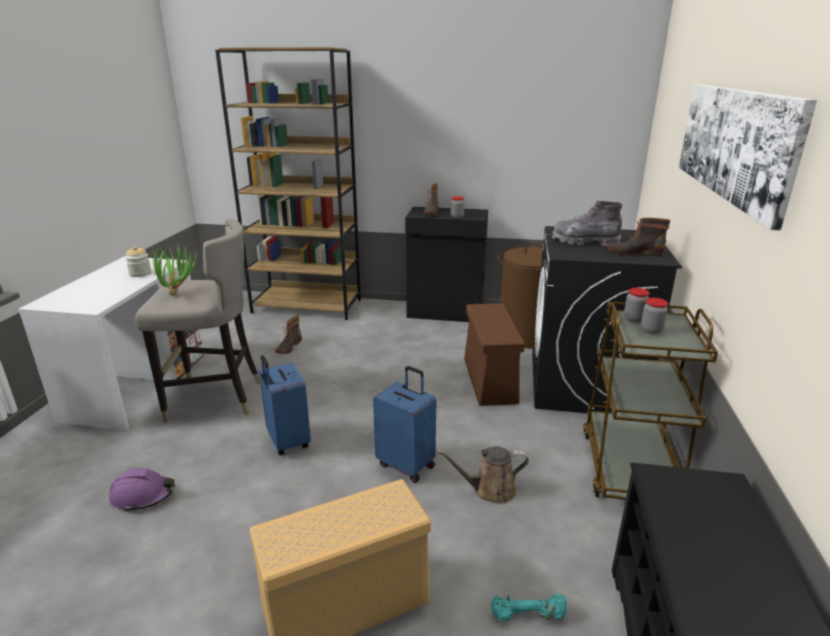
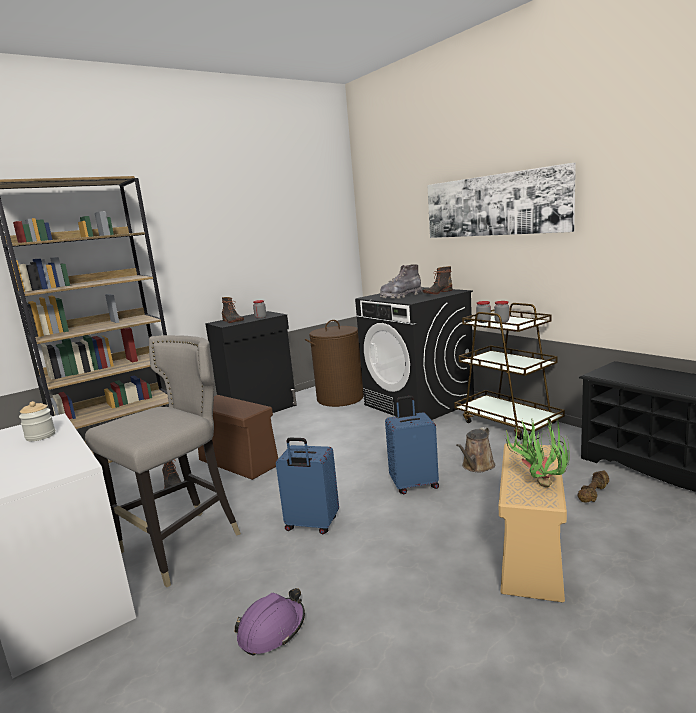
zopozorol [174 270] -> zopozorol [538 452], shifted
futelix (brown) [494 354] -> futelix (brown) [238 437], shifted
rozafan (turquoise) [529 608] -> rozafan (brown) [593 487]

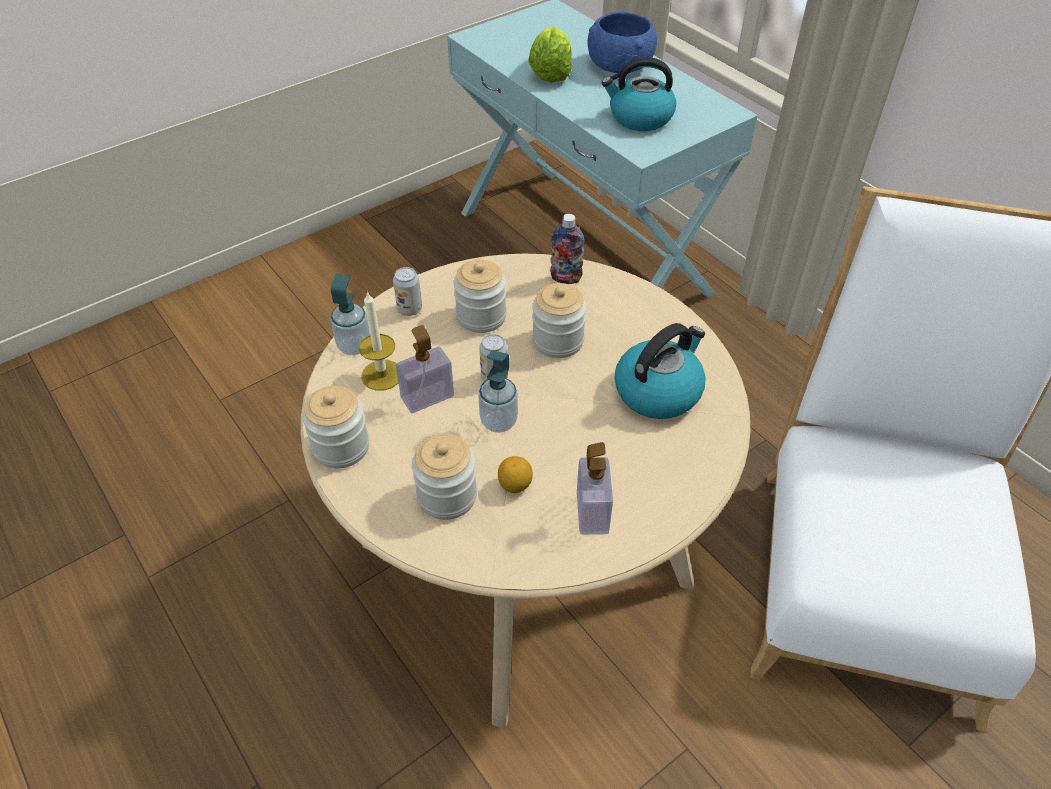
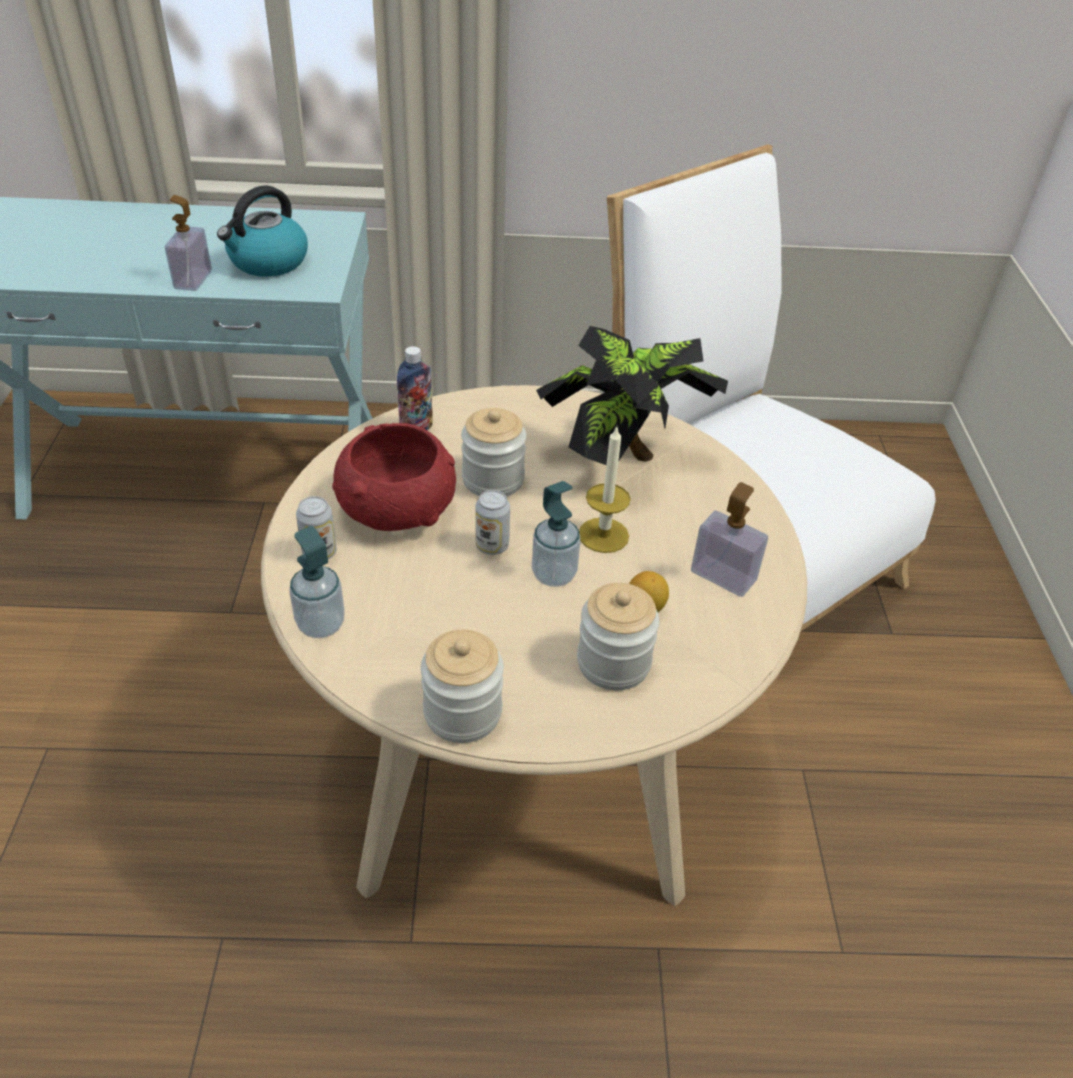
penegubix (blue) [622 42] -> none
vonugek [550 54] -> none
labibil [480 296] -> penegubix (red) [394 477]
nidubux [379 341] -> nidubux [605 489], shifted
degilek [660 371] -> zopozorol [632 395]
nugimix [425 369] -> nugimix [188 243], shifted

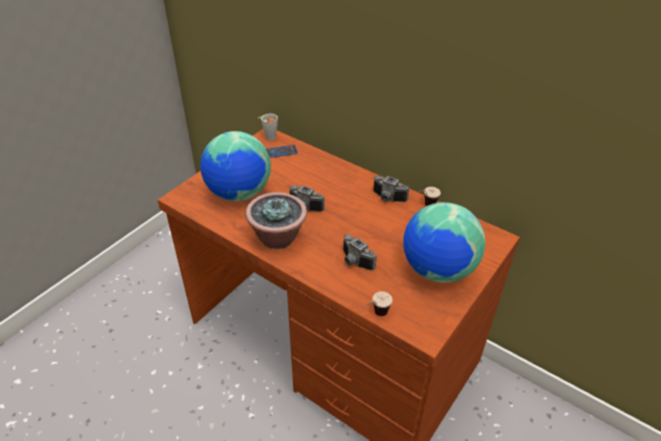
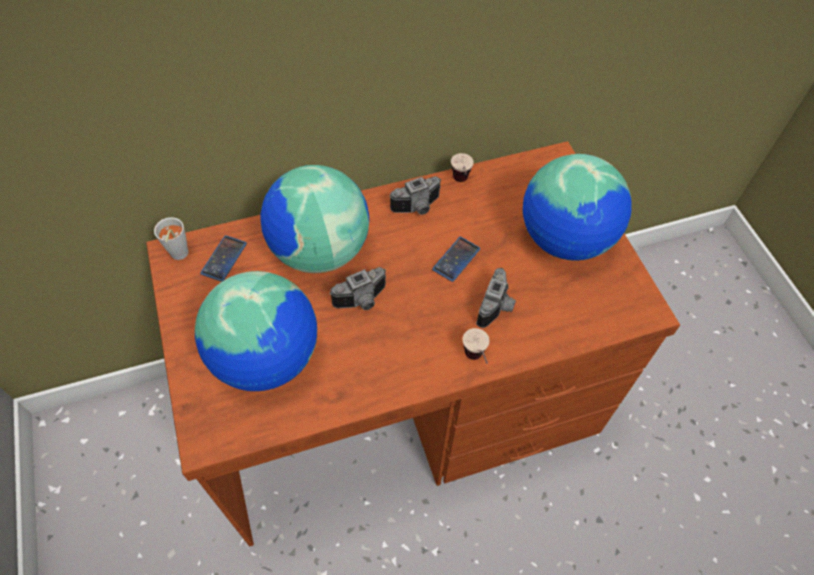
zopozorol [276 220] -> none
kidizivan [360 253] -> kidizivan [496 298], 60 degrees counterclockwise
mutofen [379 303] -> mutofen [476 346], shifted
none -> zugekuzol [314 219]
none -> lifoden [456 259]

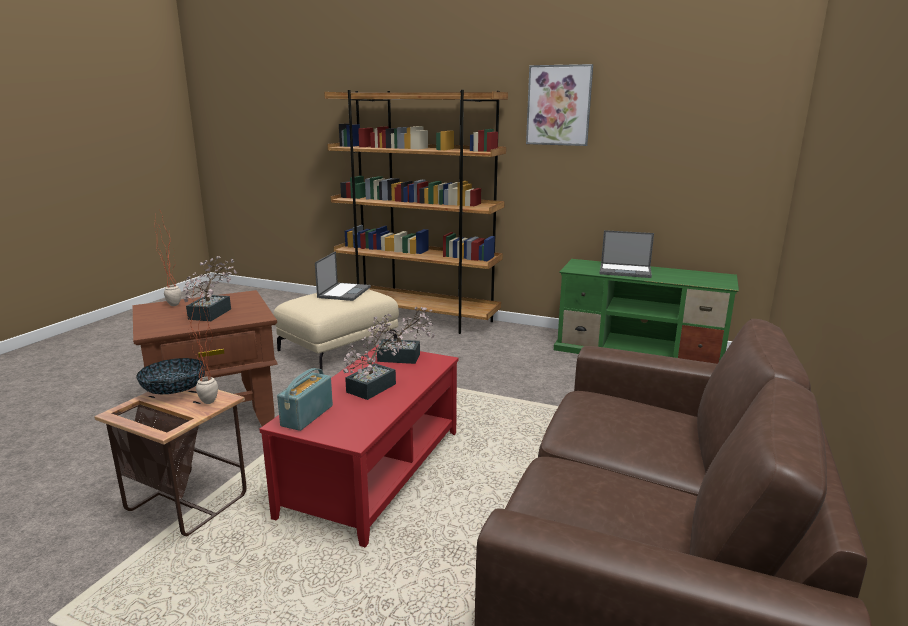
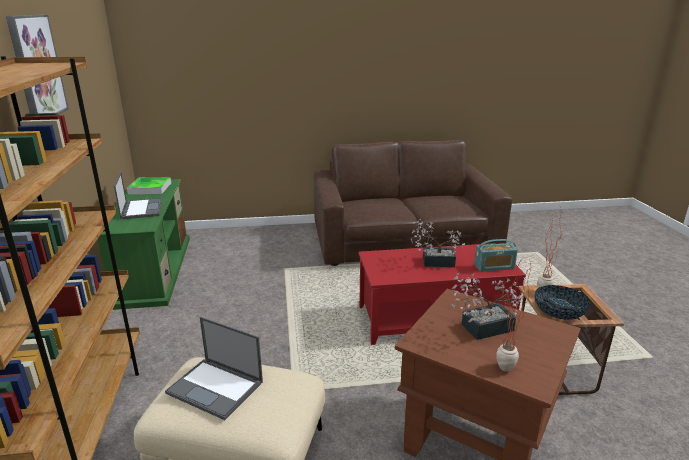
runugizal [343 276] -> runugizal [214 368], 135 degrees counterclockwise
zopozorol [401 335] -> none
none -> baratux [149 186]

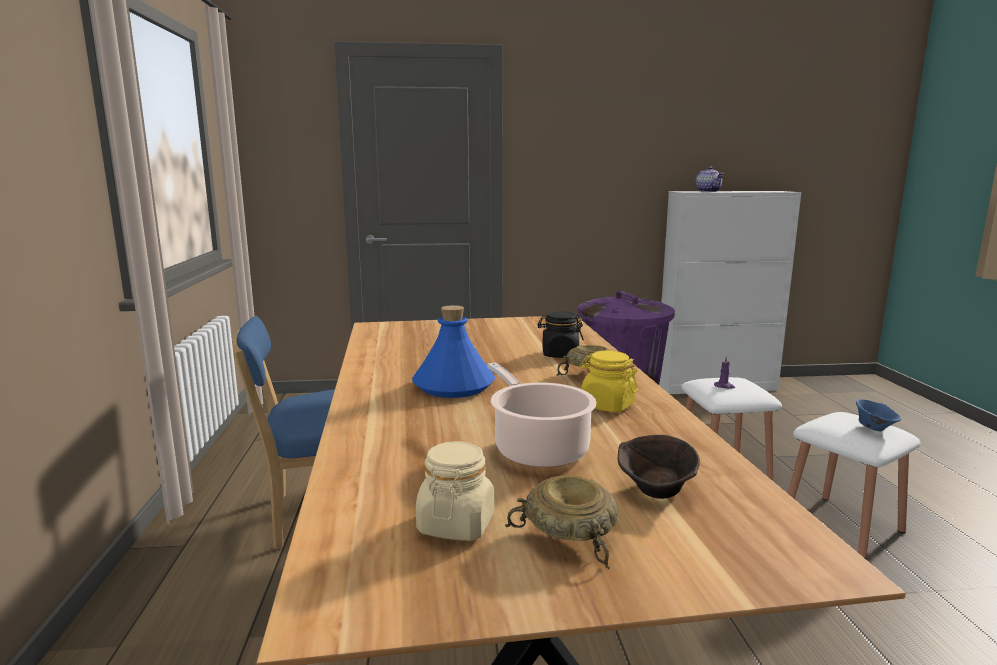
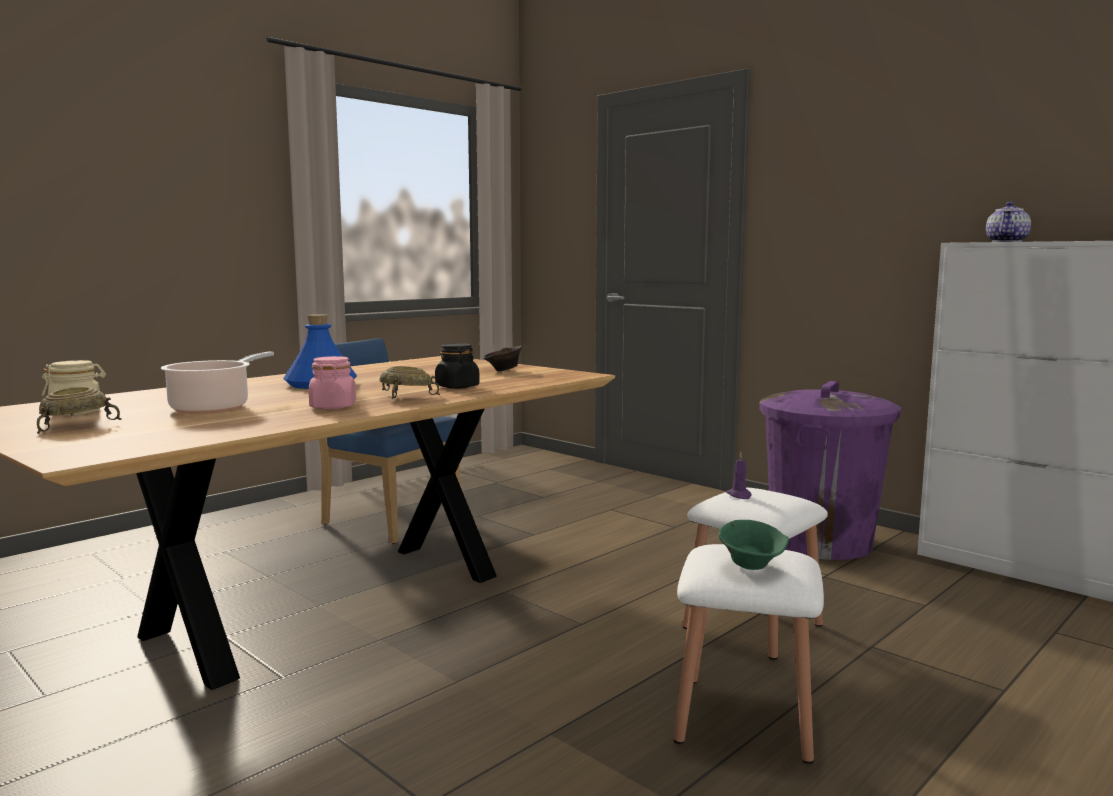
labibil (yellow) [609 381] -> labibil (pink) [332 382]
penegubix (blue) [878 415] -> penegubix (green) [754 545]
penegubix (brown) [659 467] -> penegubix (brown) [502 359], shifted

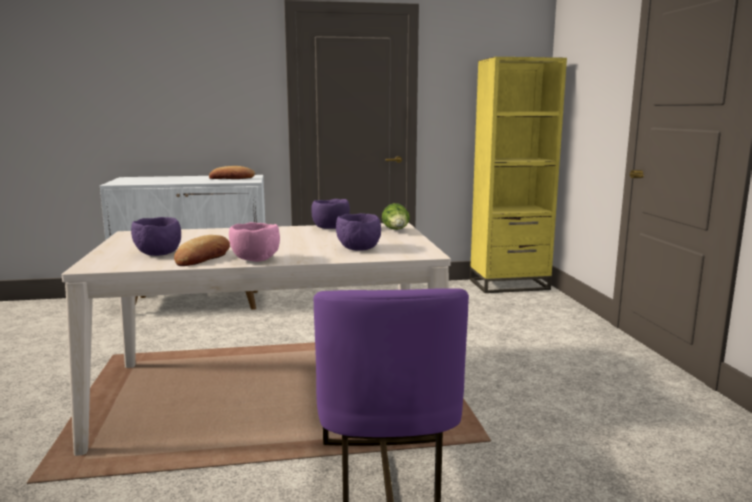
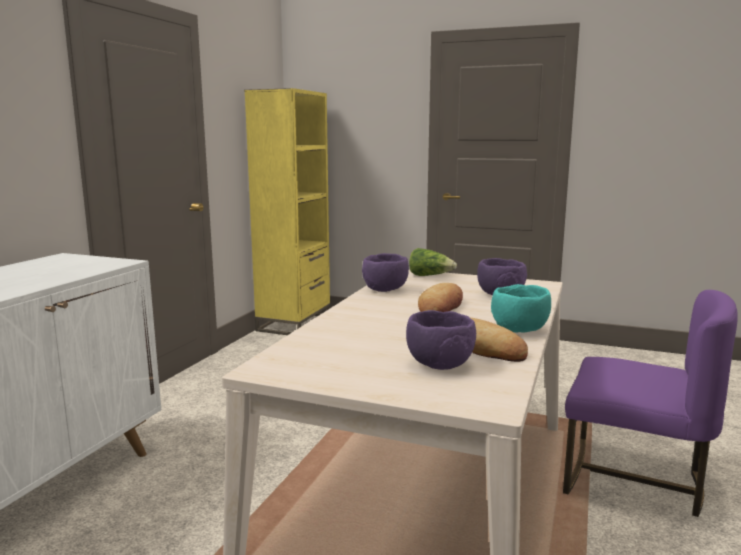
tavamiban [232 172] -> tavamiban [440 297], shifted
penegubix (pink) [254 242] -> penegubix (turquoise) [521 308]

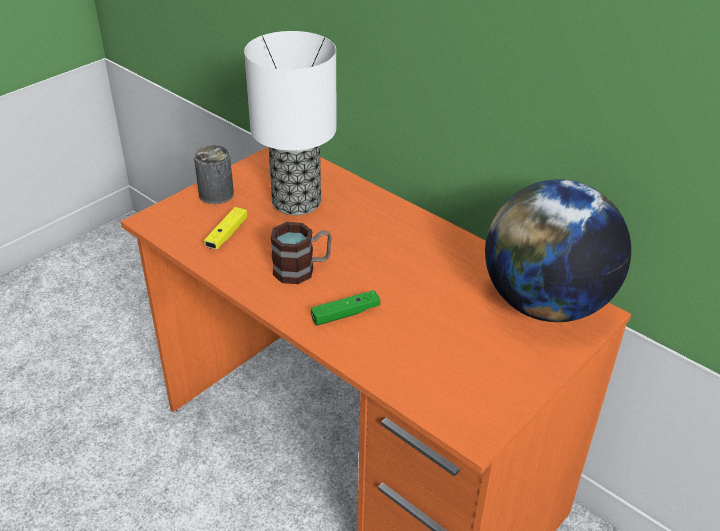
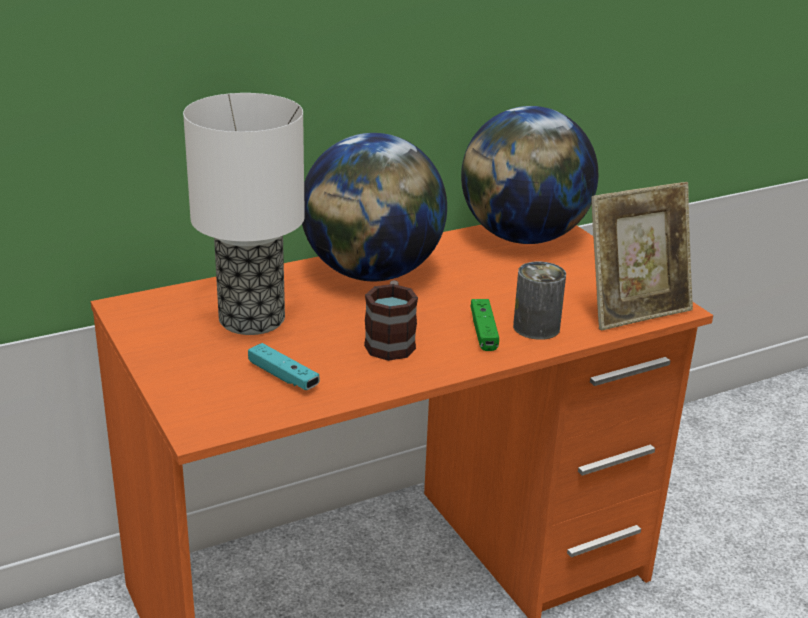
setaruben [214 174] -> setaruben [539 301], shifted
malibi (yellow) [225 228] -> malibi (turquoise) [284 366]
none -> zugekuzol [374 207]
none -> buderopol [642 256]

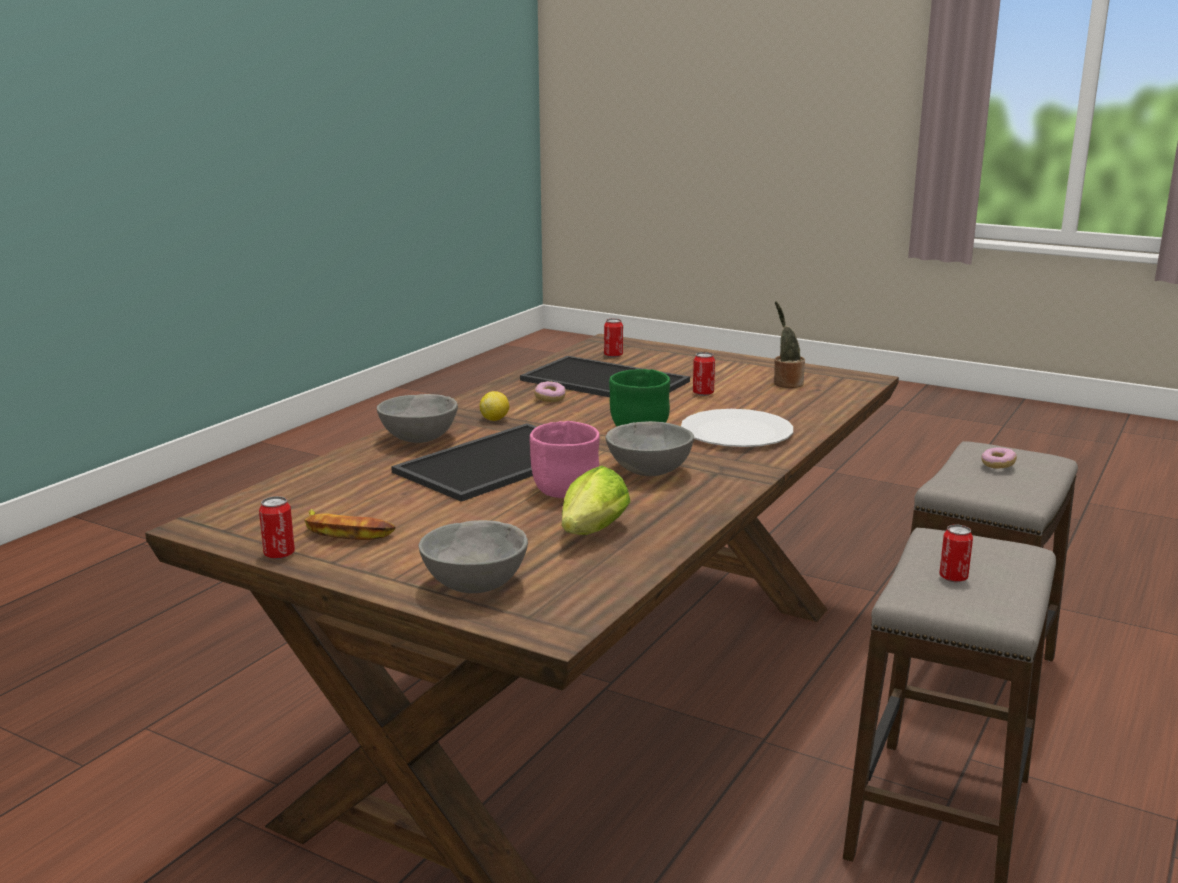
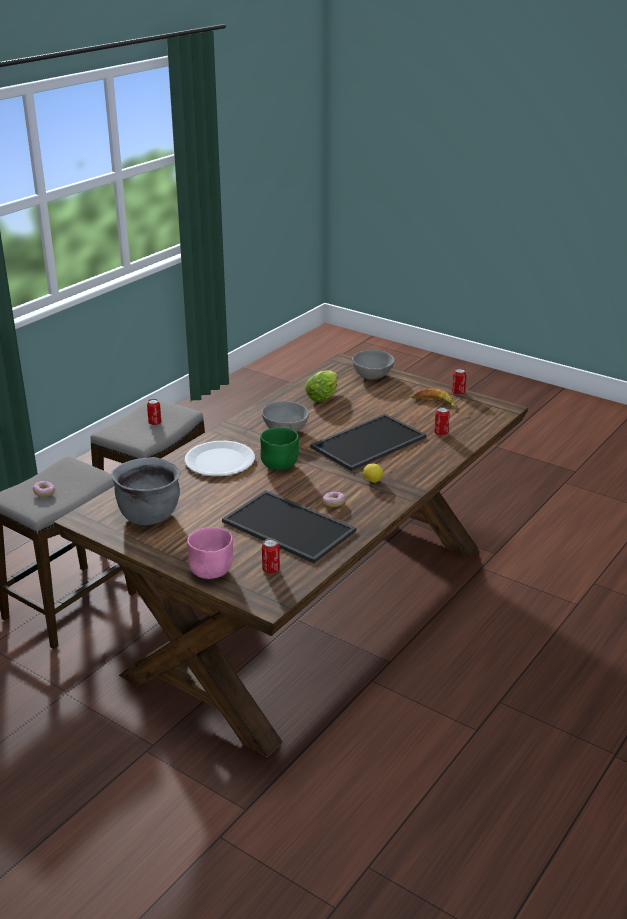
zopozorol [789 344] -> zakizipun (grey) [145 491]
setaruben [704 374] -> setaruben [442 421], shifted
penegubix (grey) [417 418] -> none
penegubix (pink) [565 459] -> penegubix (pink) [210 553], shifted

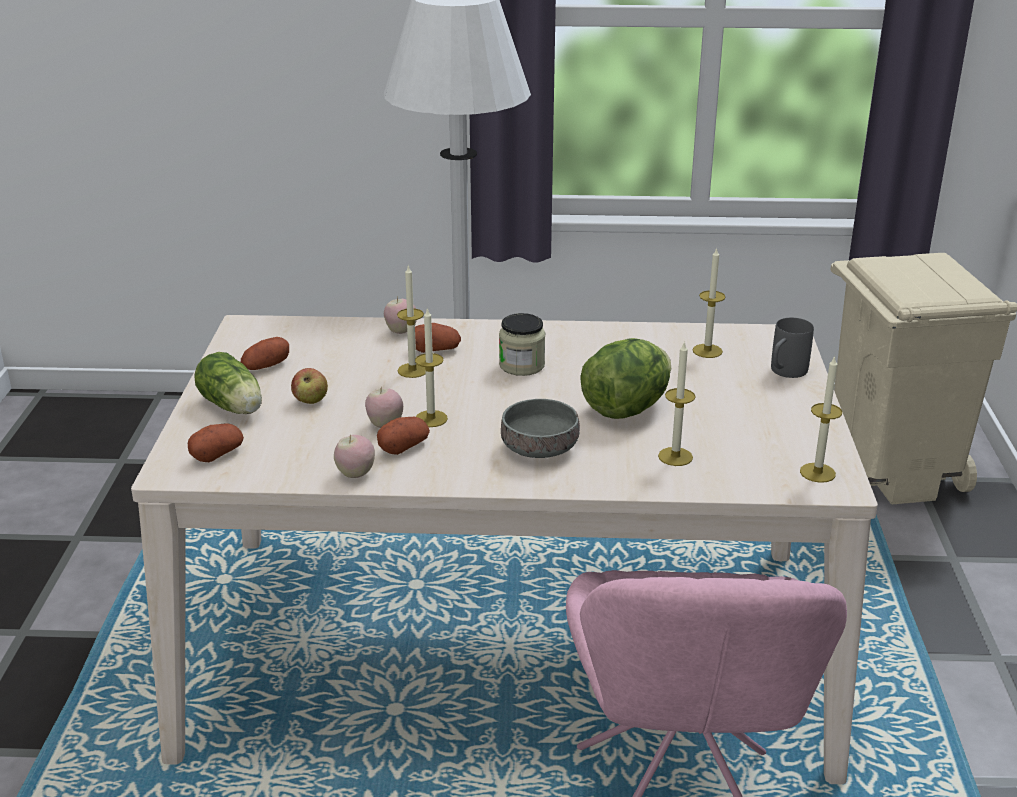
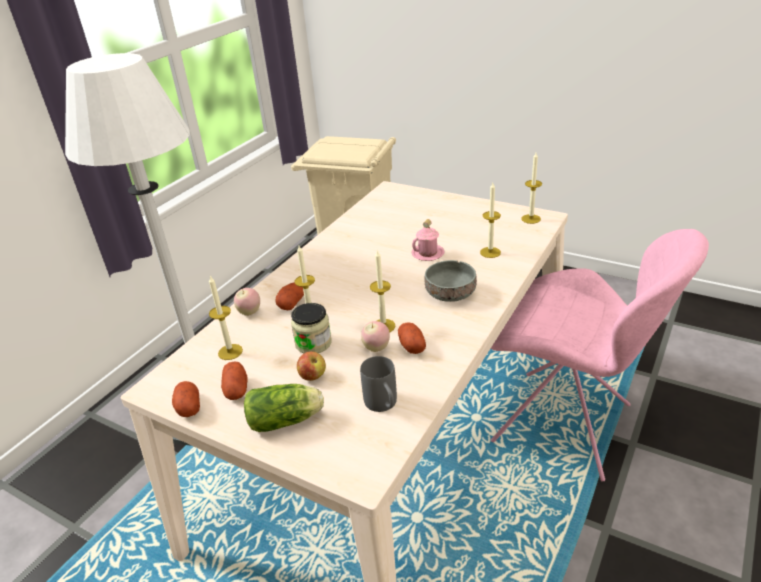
nidubux [709 303] -> nidubux [226 318], shifted
labibil [522 344] -> labibil [311 328], shifted
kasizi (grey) [792 348] -> kasizi (grey) [378 384], shifted
vonugek [625 378] -> kasizi (pink) [428 240]
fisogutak [216 442] -> fisogutak [186 399], shifted
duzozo [354 456] -> none

